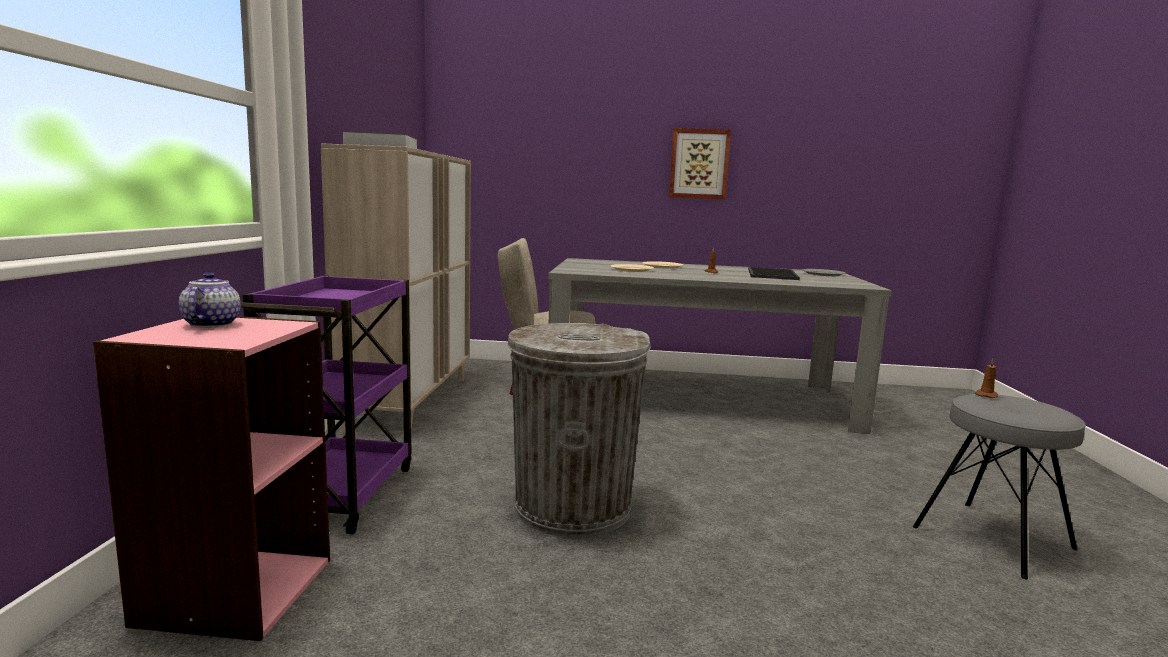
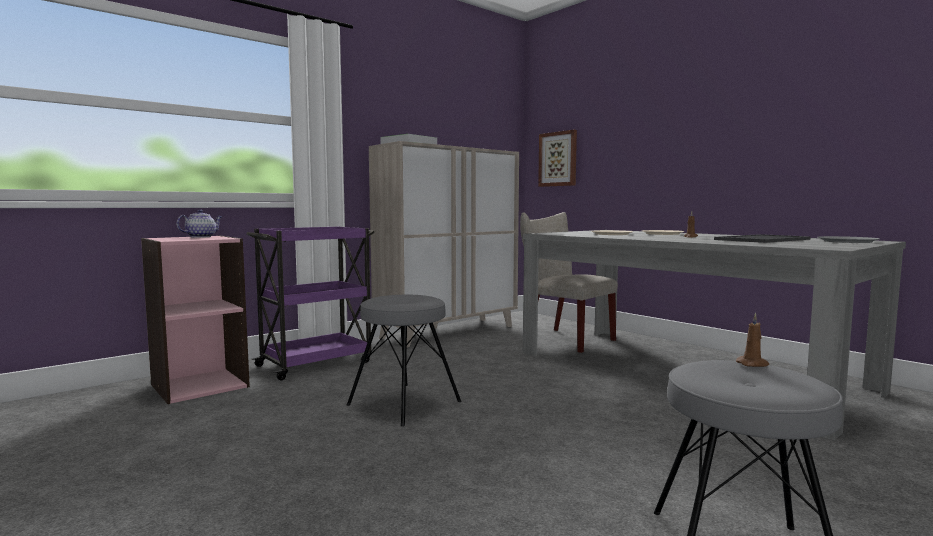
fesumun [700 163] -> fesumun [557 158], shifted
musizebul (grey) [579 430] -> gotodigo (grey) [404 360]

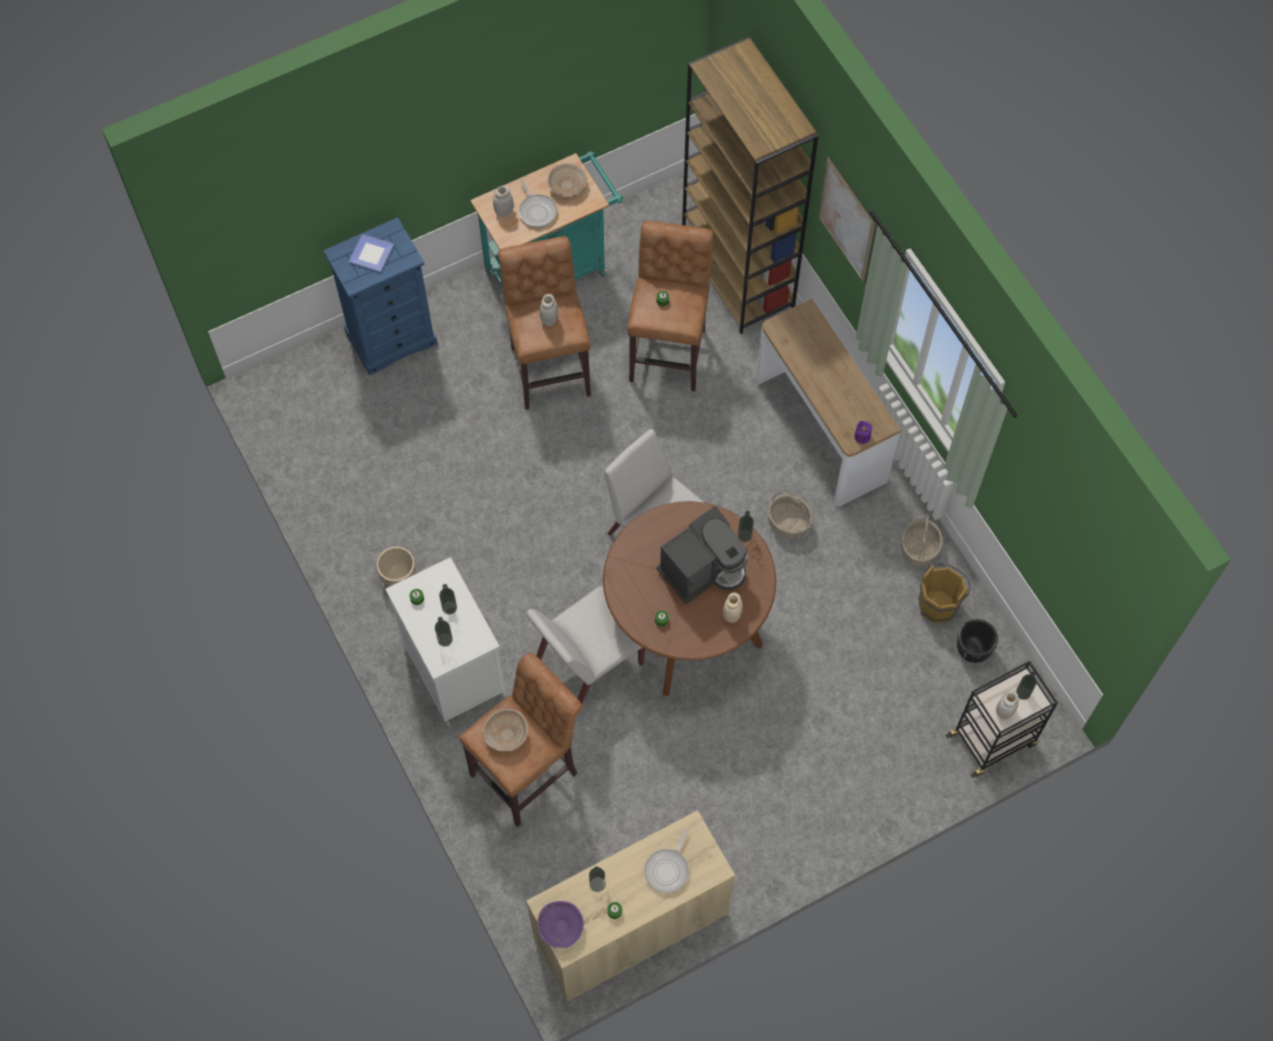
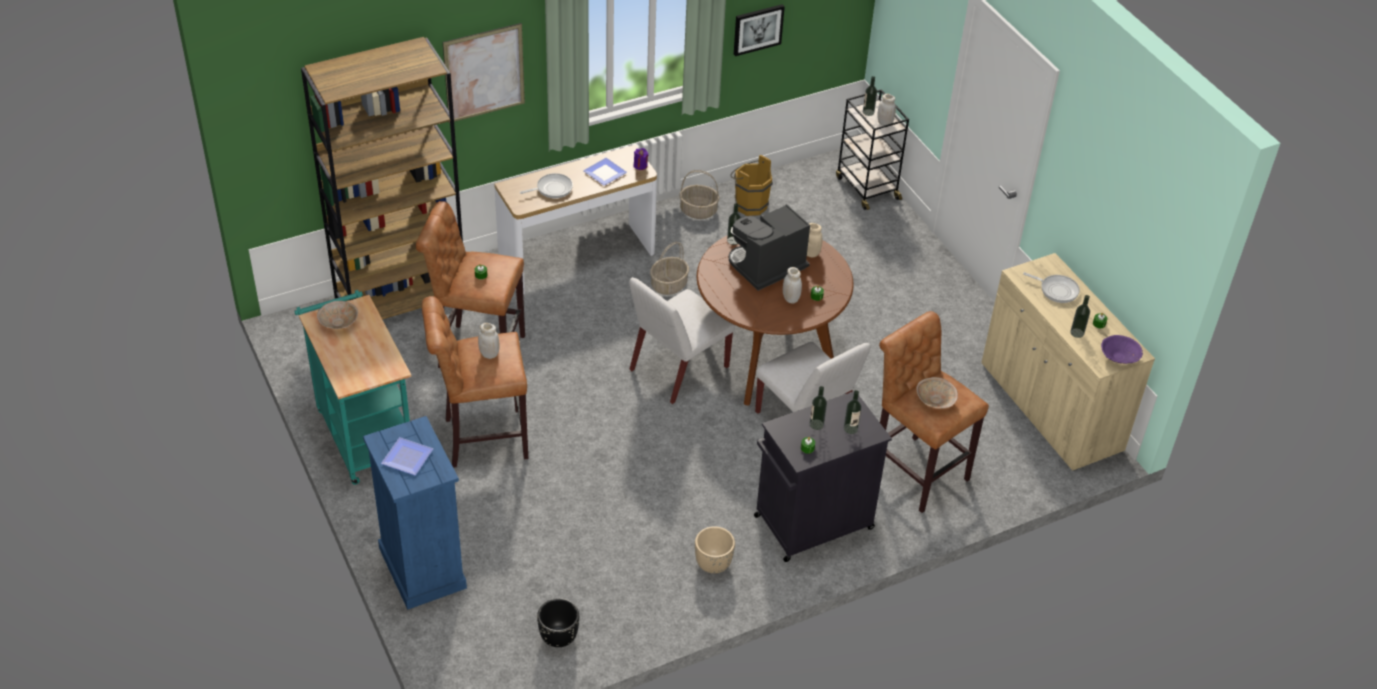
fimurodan [538 204] -> fimurodan [546 186], shifted
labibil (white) [503 201] -> labibil (white) [792 285], shifted
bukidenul [702 555] -> bukidenul [769 247], 90 degrees counterclockwise
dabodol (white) [445 641] -> dabodol (black) [823 476]
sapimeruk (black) [977 641] -> sapimeruk (black) [558 622], shifted
none -> fesumun [759 30]
none -> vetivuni [605 172]

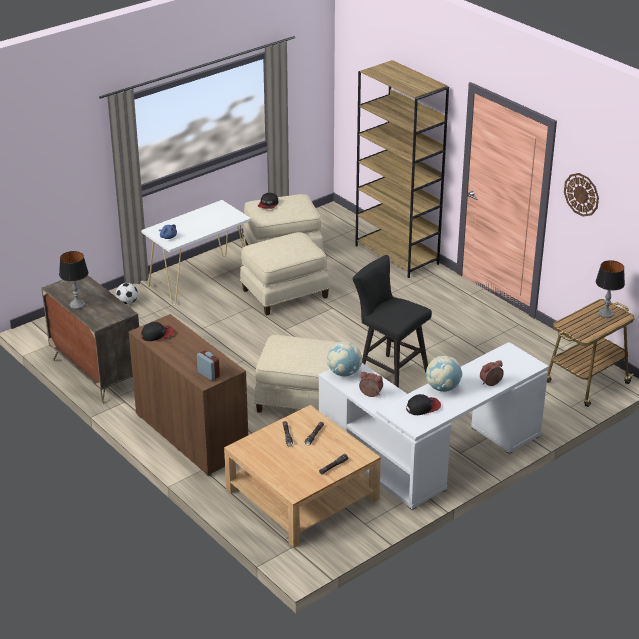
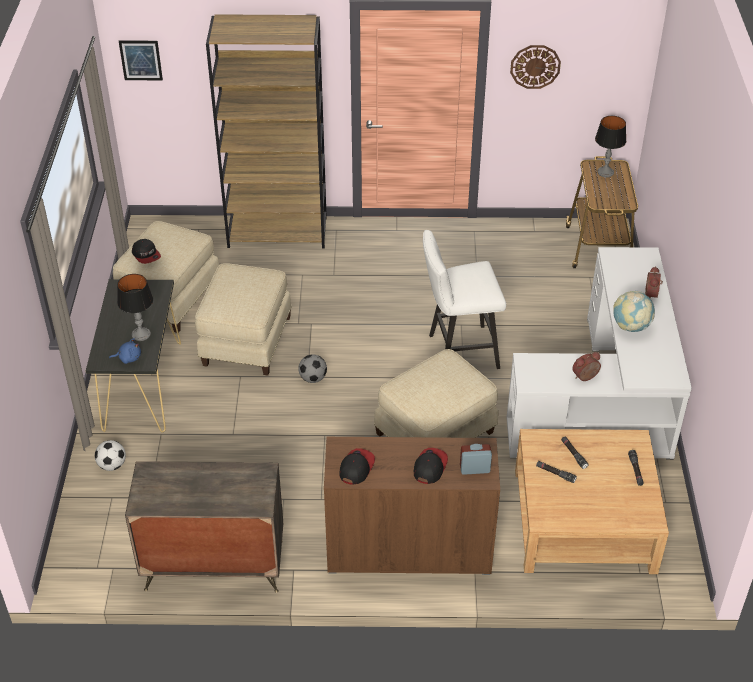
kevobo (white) [196 252] -> kevobo (black) [133 355]
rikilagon [73 280] -> rikilagon [135 307], shifted
gotodigo (black) [392 321] -> gotodigo (white) [464 299]
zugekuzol [344 358] -> none
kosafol [423 404] -> kosafol [431 466], shifted
none -> fesumun [141 60]
none -> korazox [312 368]

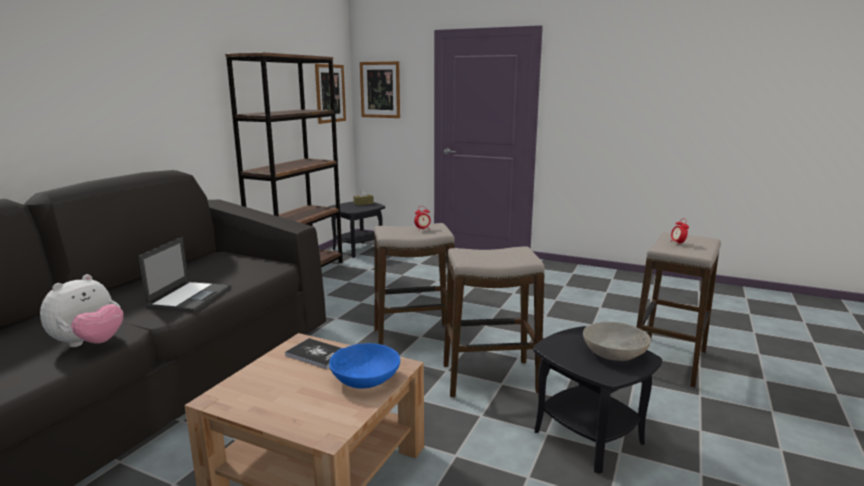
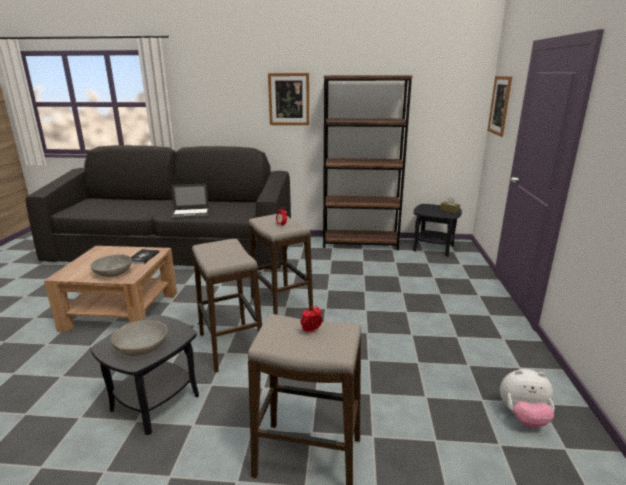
fesumun [330 94] -> fesumun [288 99], shifted
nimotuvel [81 310] -> nimotuvel [527 398], shifted
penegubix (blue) [364 366] -> penegubix (grey) [111 265]

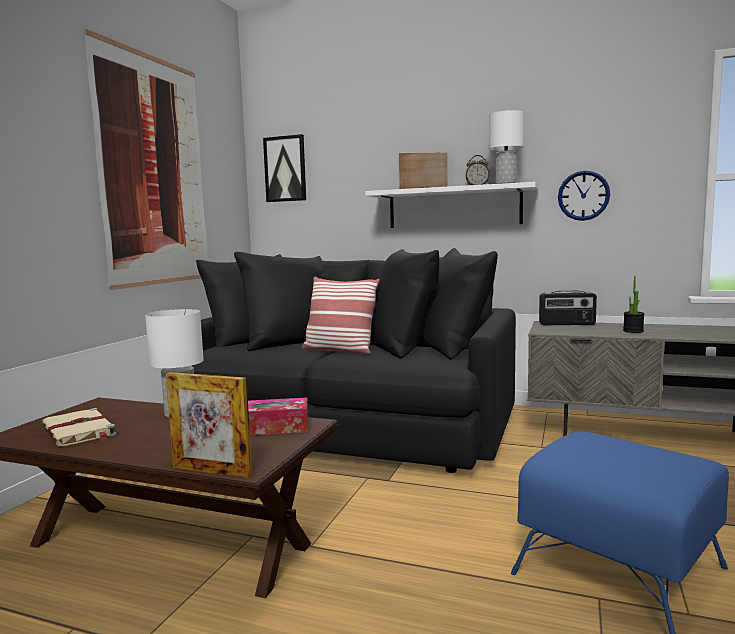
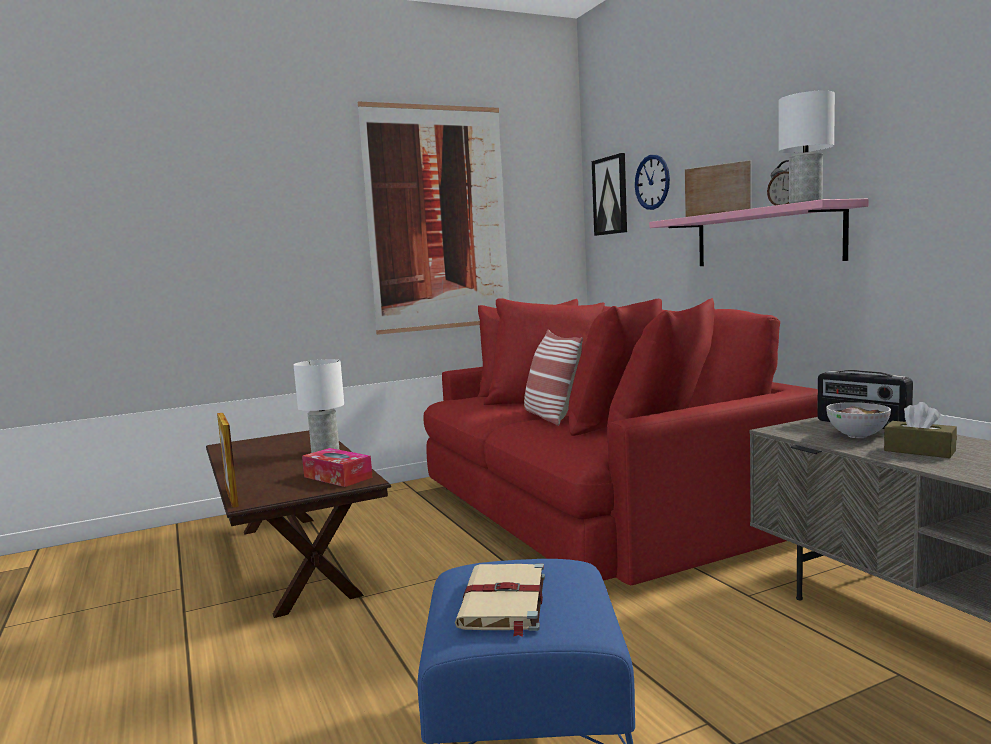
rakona [584 196] -> rakona [652 182], shifted
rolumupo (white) [451 205] -> rolumupo (pink) [759 232]
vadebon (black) [354 360] -> vadebon (red) [621 441]
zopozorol [633 305] -> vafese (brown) [920 430]
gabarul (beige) [79 427] -> gabarul (beige) [500 600], shifted
none -> penegubix [858 420]

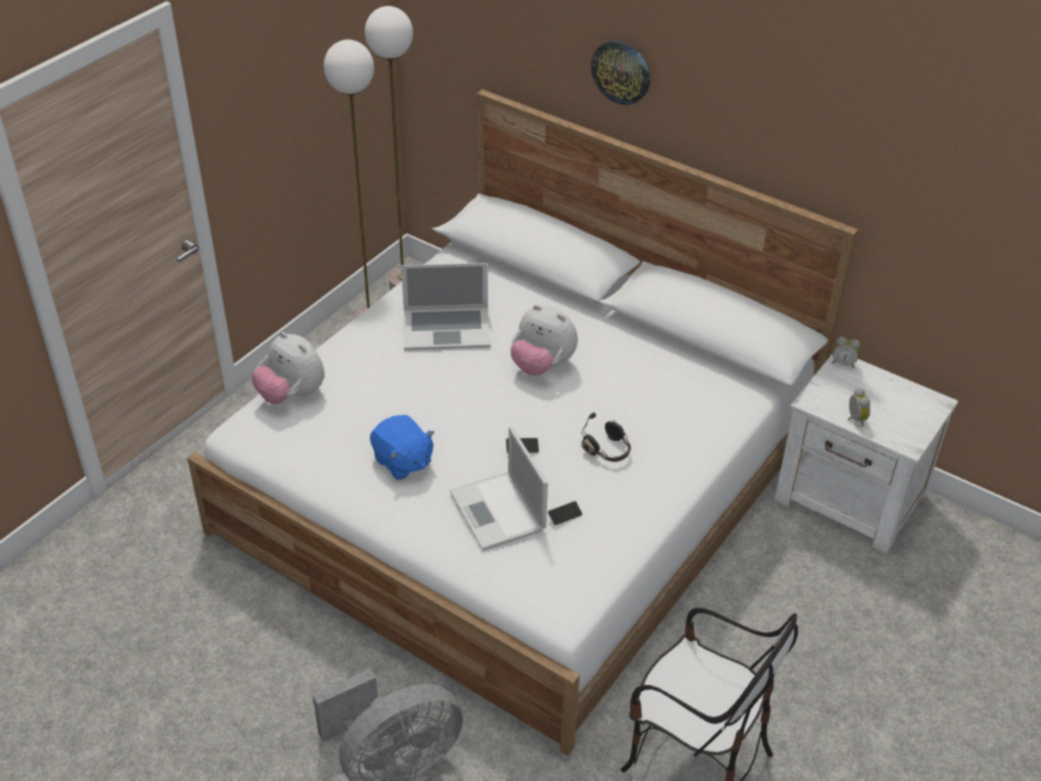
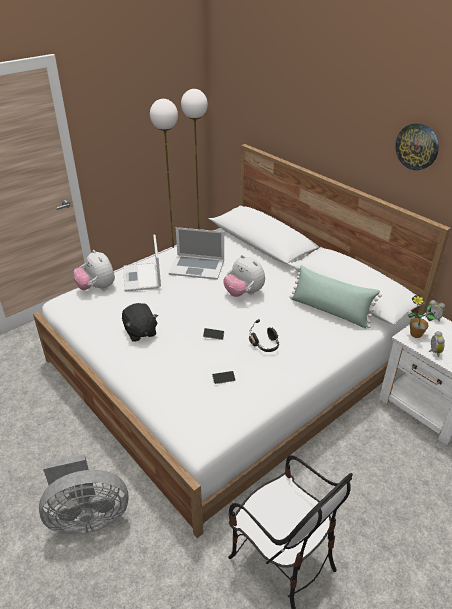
rakona [620 72] -> rakona [417 146], shifted
nimotuvel (blue) [402 447] -> nimotuvel (black) [140 322]
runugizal [499 489] -> runugizal [142 263], shifted
none -> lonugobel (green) [335 297]
none -> zopozorol [422 316]

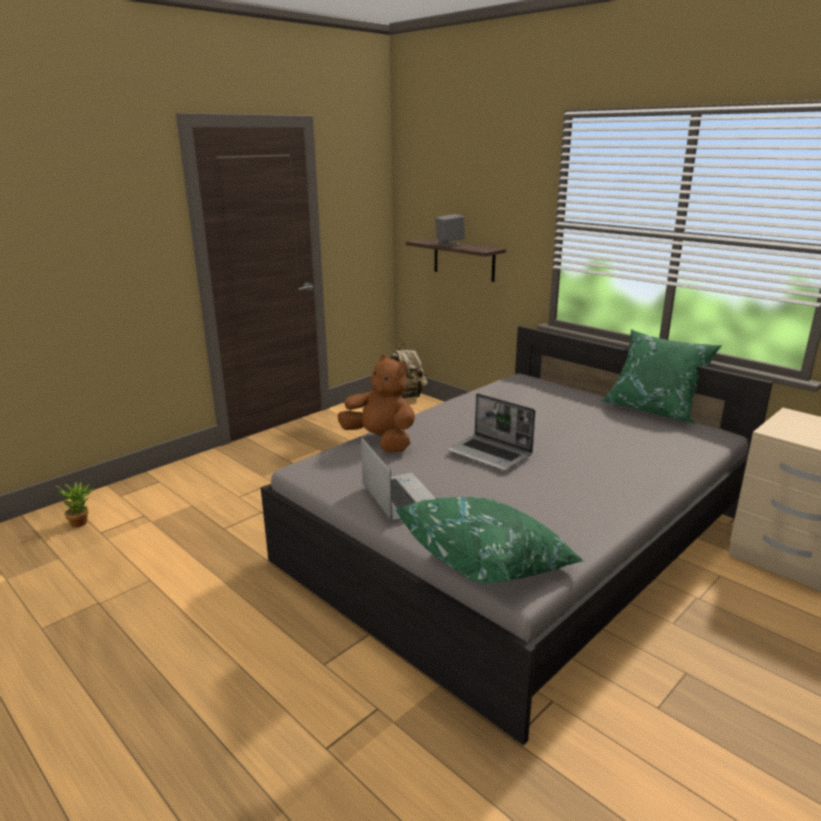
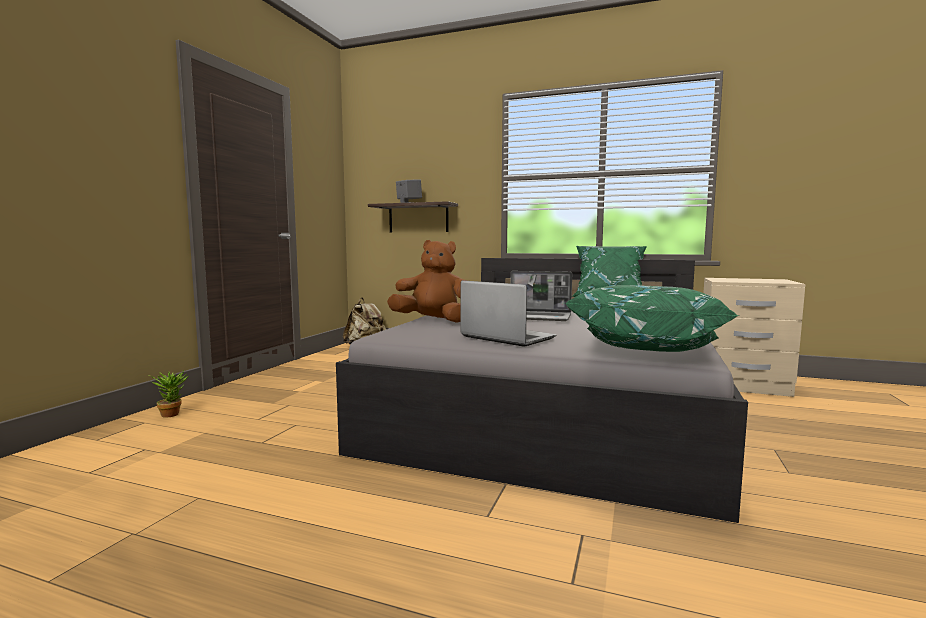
zopozorol [75 504] -> zopozorol [168 394], shifted

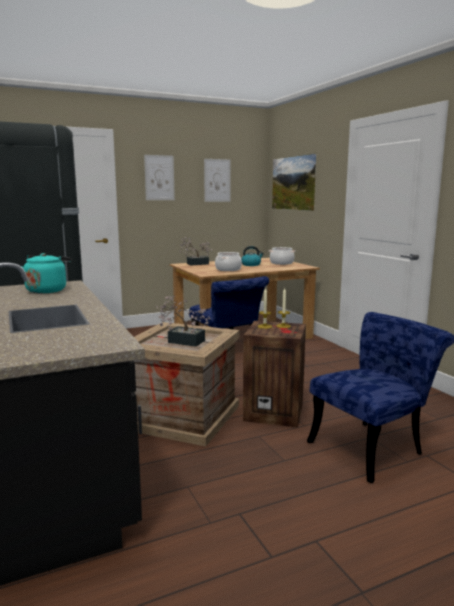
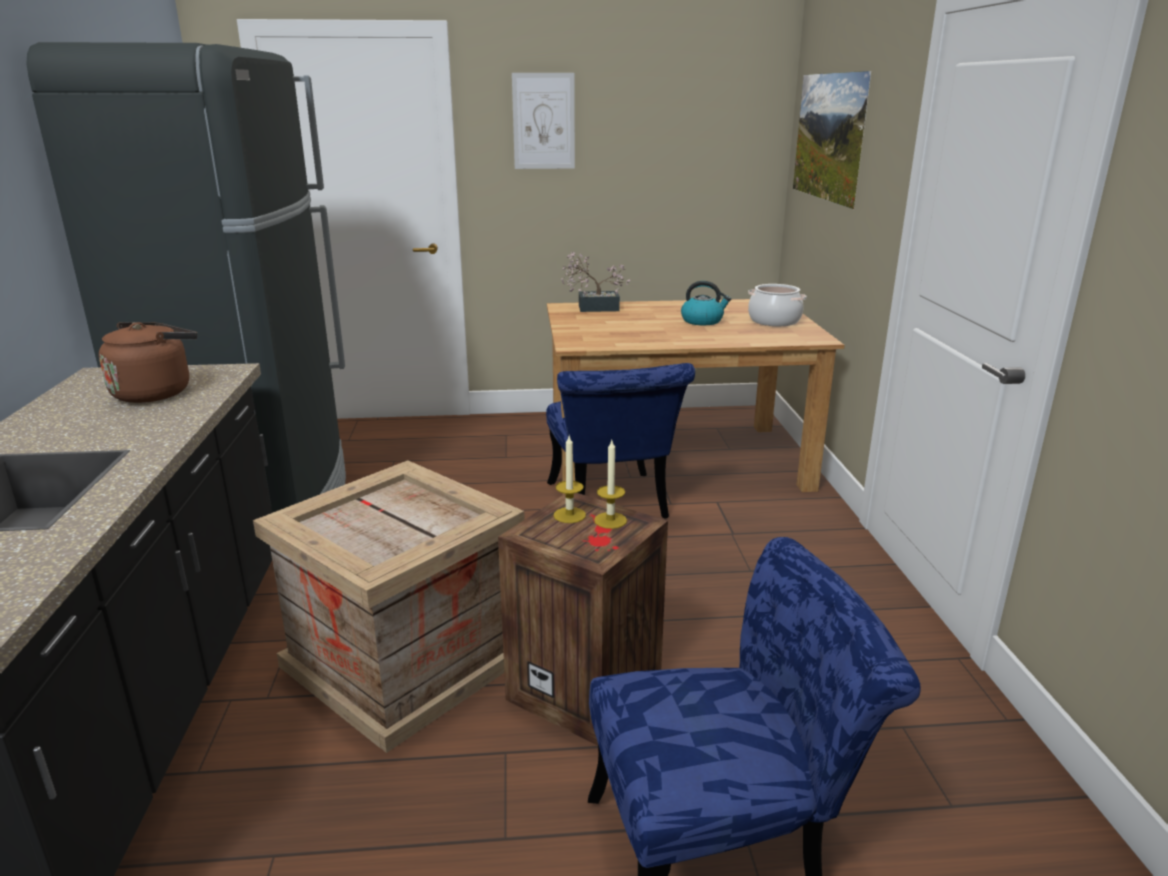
fesumun [217 180] -> none
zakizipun [228 261] -> none
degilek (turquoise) [46 273] -> degilek (brown) [148 362]
zopozorol [183 321] -> none

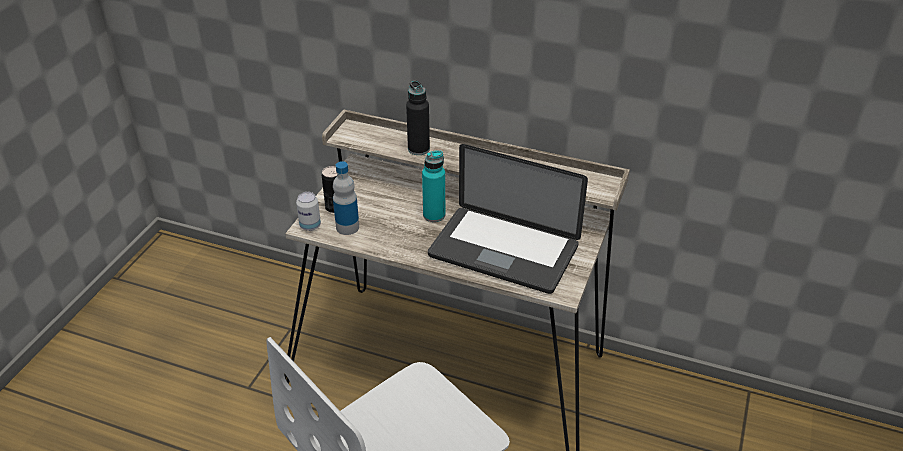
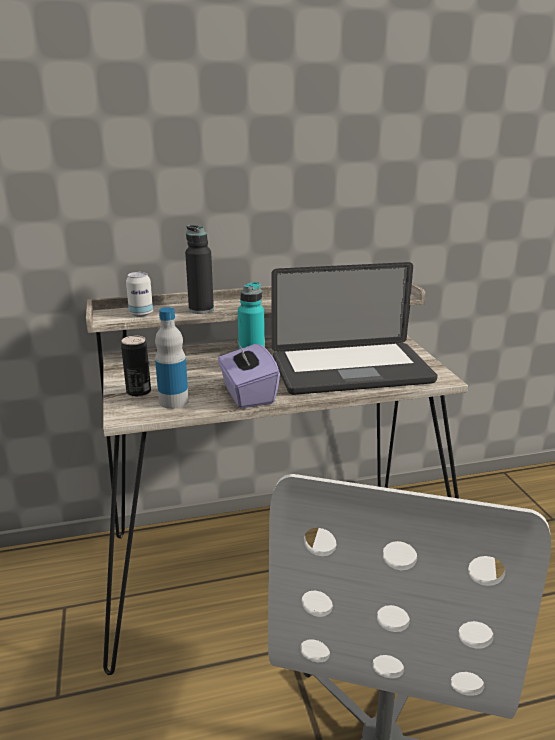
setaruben [308 211] -> setaruben [139 294], shifted
none -> vafese (purple) [249 374]

